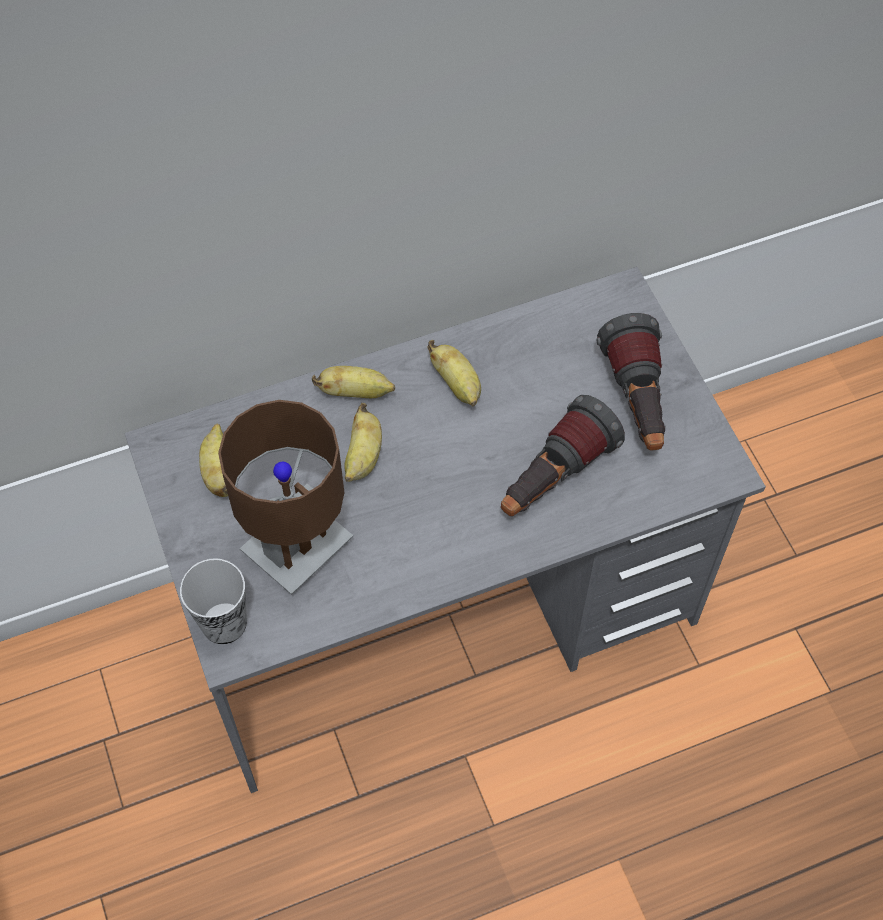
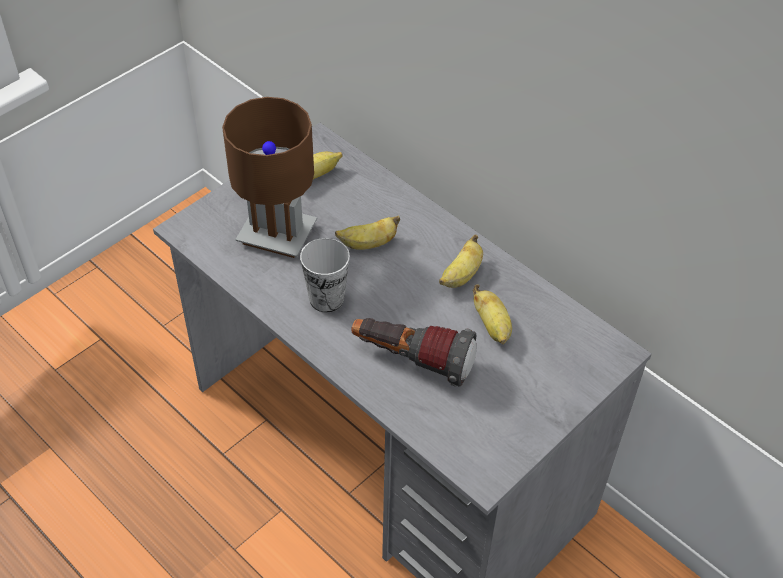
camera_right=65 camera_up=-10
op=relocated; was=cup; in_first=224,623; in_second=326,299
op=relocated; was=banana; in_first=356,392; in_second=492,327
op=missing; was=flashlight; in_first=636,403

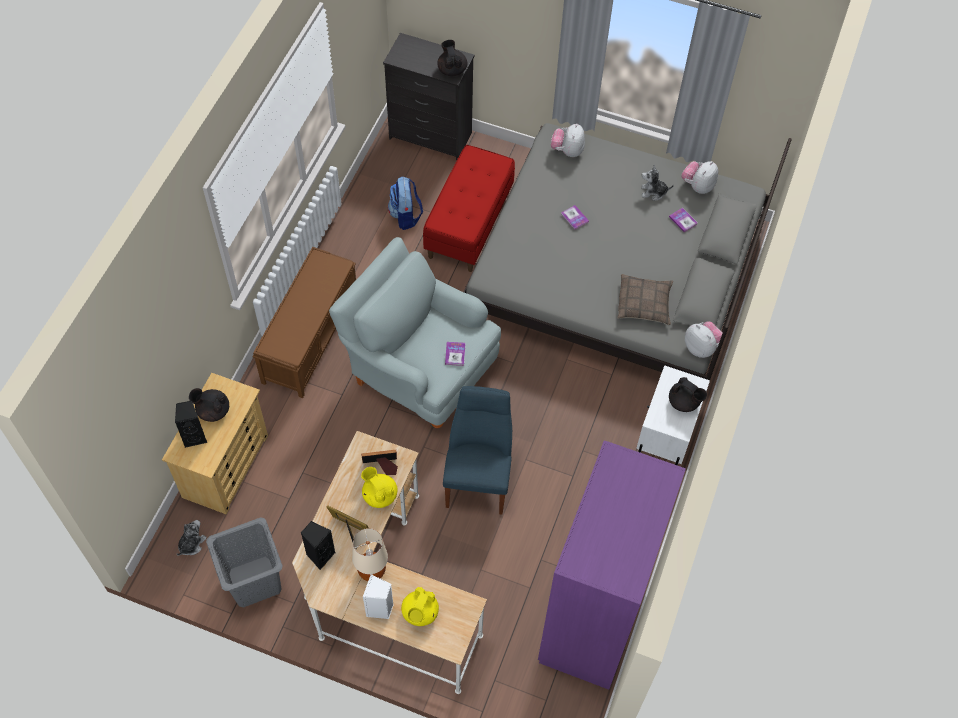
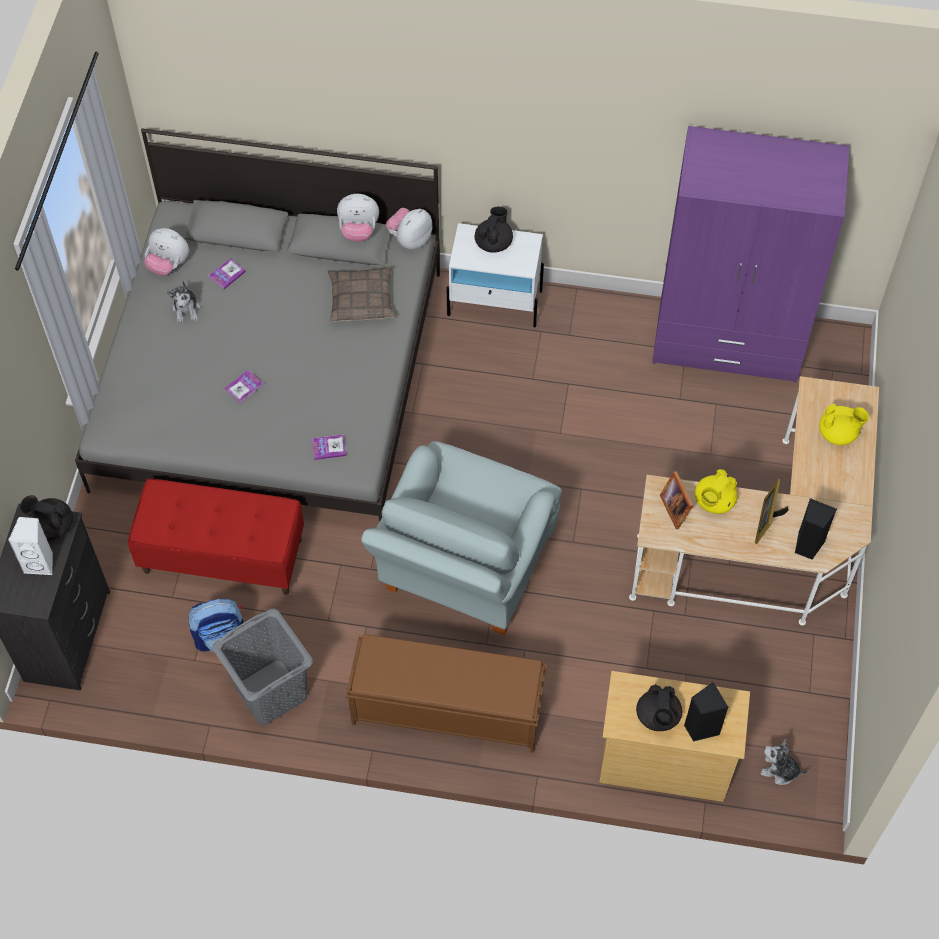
camera_right=-100 camera_up=0
op=relocated; was=white speaker; in_first=380,608; in_second=40,563
op=spun; was=black teapot; in_first=452,69; in_second=52,526; clockwise=45
op=relocated; was=grey laundry basket; in_first=253,581; in_second=271,692
op=relocated; was=book; in_first=455,354; in_second=329,448
op=relocated; was=plush toy; in_first=567,151; in_second=359,231
op=missing; was=beige table lamp; in_first=371,571
op=missing; was=blue chair; in_first=478,477

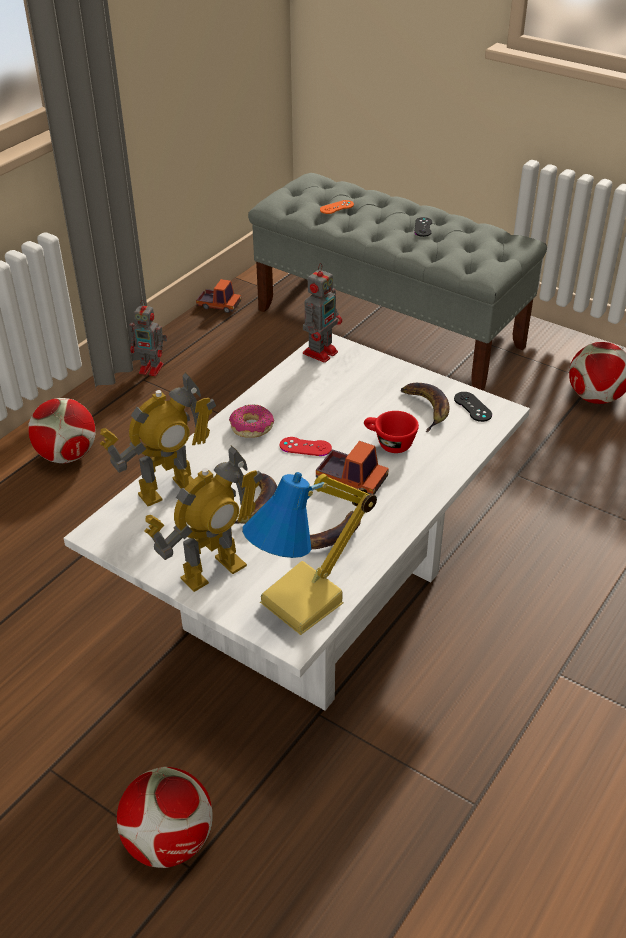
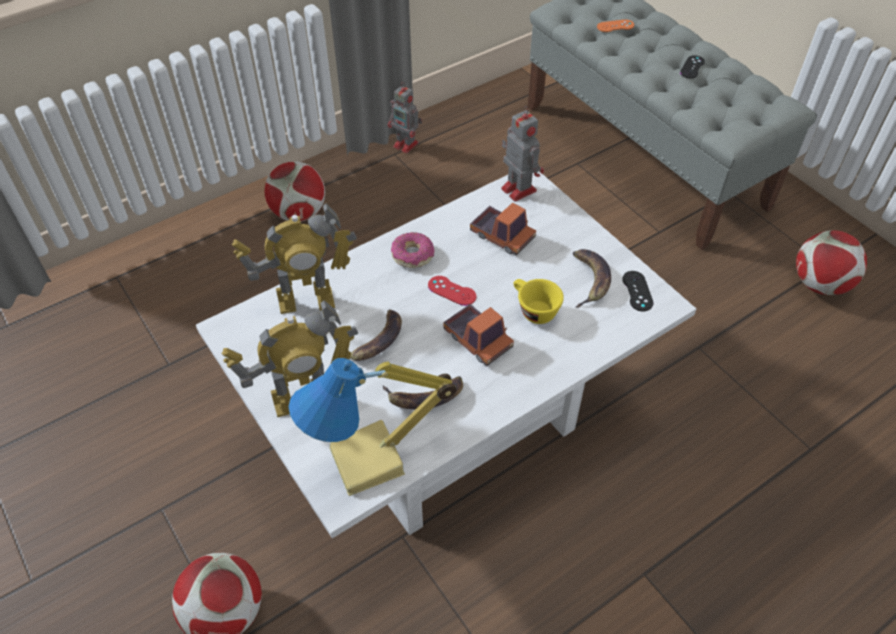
camera_right=20 camera_up=10
op=relocated; was=toy truck; in_first=219,305; in_second=502,236
op=spun; was=toy robot; in_first=321,351; in_second=517,188; clockwise=-90
op=colour; was=red cup; now=yellow cup; in_first=389,443; in_second=533,310

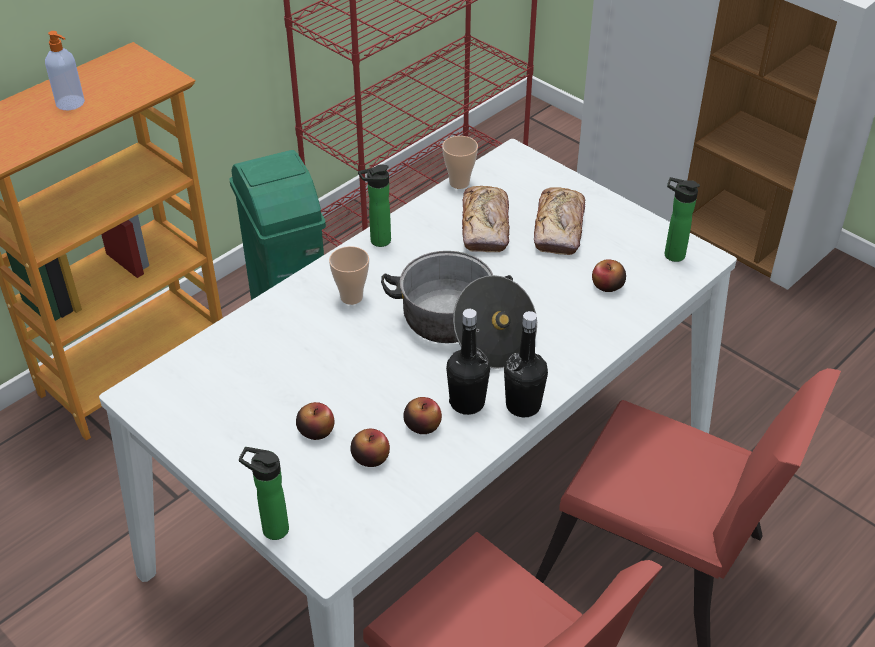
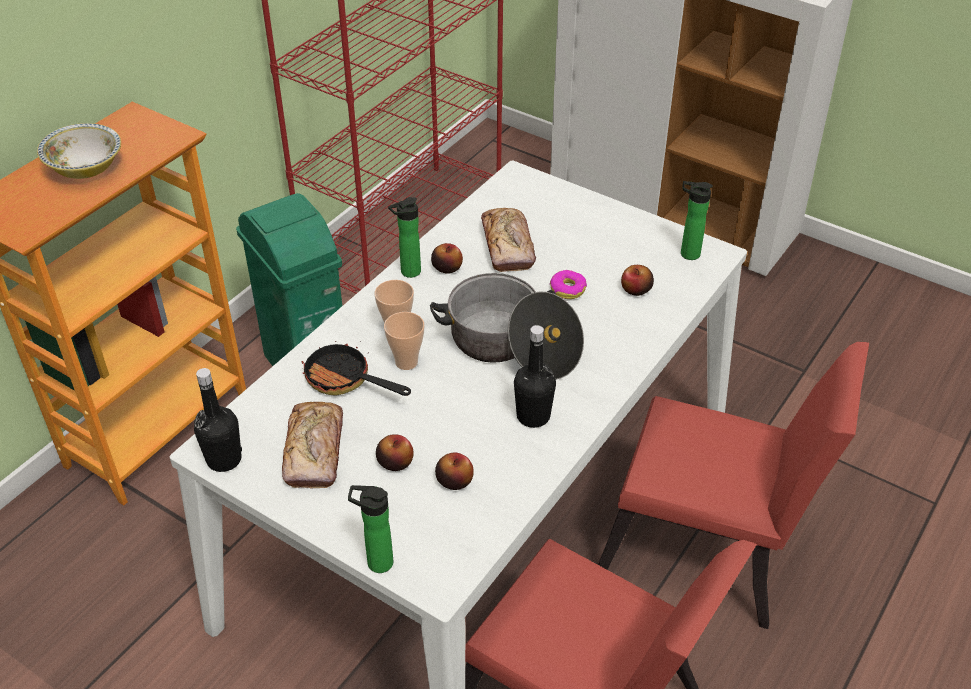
camera_right=-10 camera_up=0
op=exchanged; was=soap dispenser; now=bowl; in_first=71,103; in_second=85,168
op=relocated; was=black bottle; in_first=523,405; in_second=224,459
op=relocated; was=bread; in_first=559,228; in_second=315,452
op=appeared; now=frying pan; in_second=345,380
op=relocated; was=cup; in_first=459,183; in_second=406,362
op=relocated; was=apple; in_first=422,425; in_second=447,267
op=appeared; now=donut; in_second=568,289

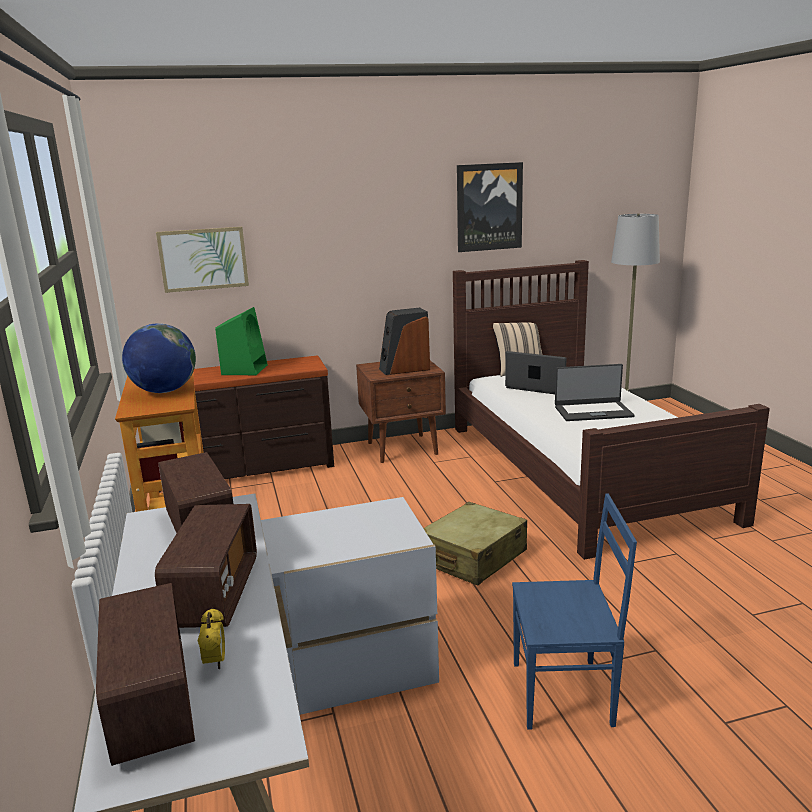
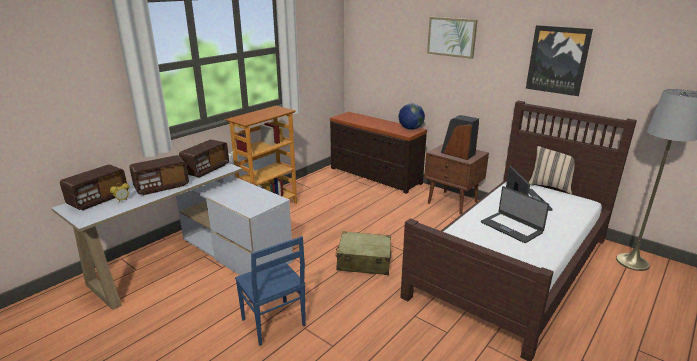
camera_right=55 camera_up=5
op=relocated; was=globe; in_first=164,391; in_second=410,129
op=relocated; was=picture; in_first=203,259; in_second=451,37
op=missing; was=green speaker; in_first=245,369

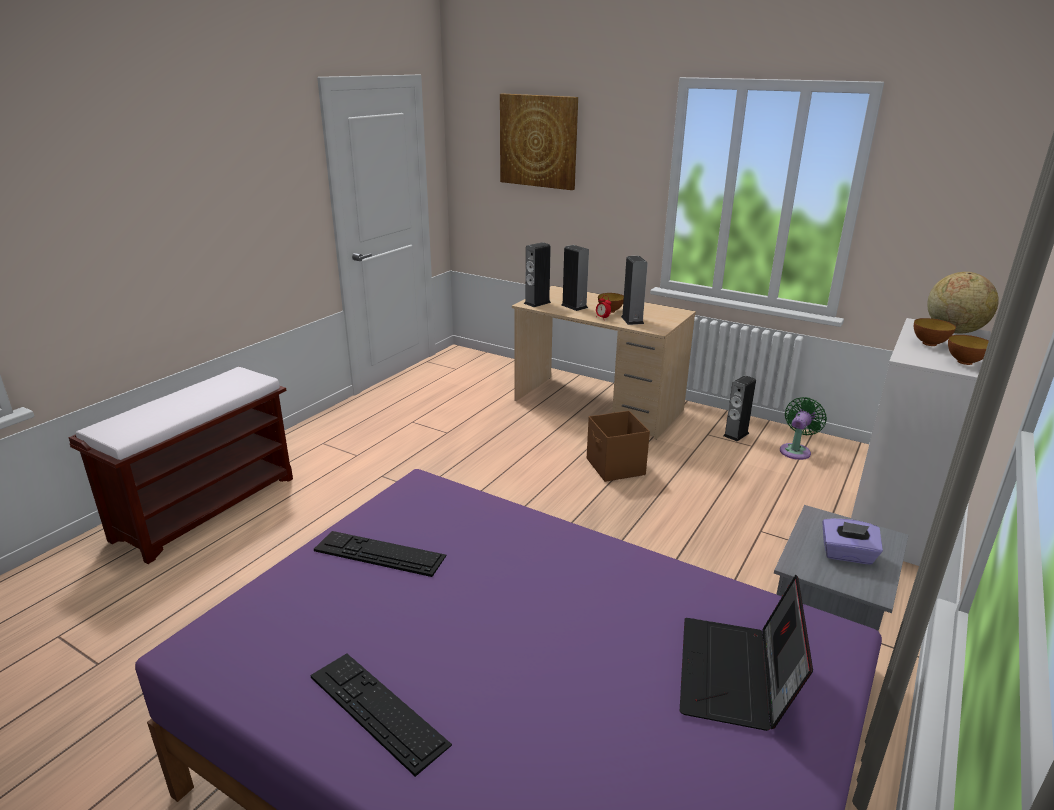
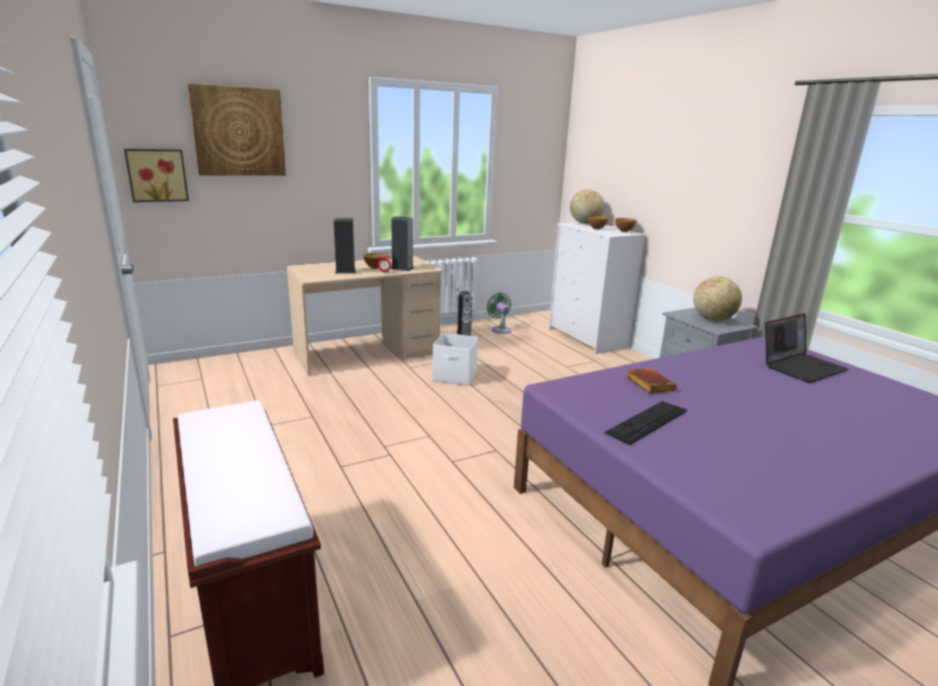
camera_right=-60 camera_up=-5
op=appeared; now=picture; in_second=157,175
op=colour; was=brown storage box; now=white storage box; in_first=615,467; in_second=455,377
op=appeared; now=brown book; in_second=647,384
op=exchanged; was=purple tissue box; now=globe; in_first=847,555; in_second=712,319
op=spun; was=laptop; in_first=737,676; in_second=801,366; clockwise=-75
op=missing; was=keyboard; in_first=377,709
op=missing; was=speaker; in_first=537,303

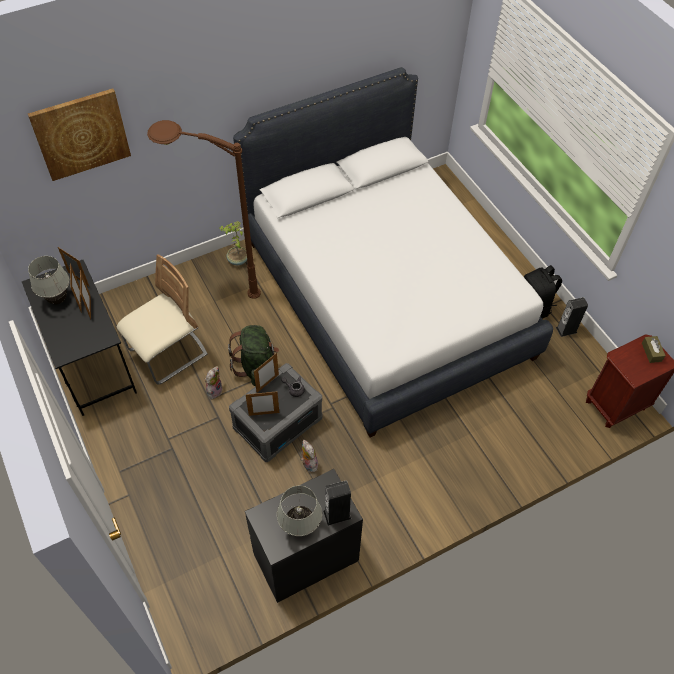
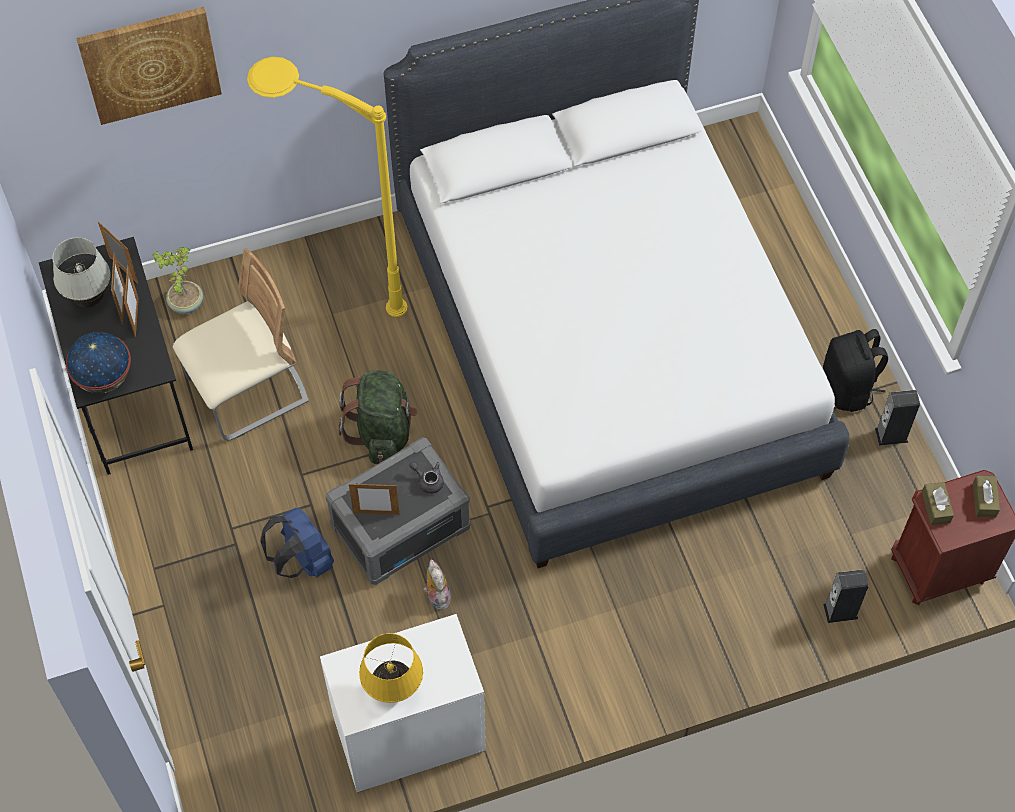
camera_right=10 camera_up=5
op=appeared; now=globe; in_second=103,378
op=relocated; was=potted plant; in_first=237,260; in_second=185,304
op=colour; was=brown floor lamp; now=yellow floor lamp; in_first=213,287; in_second=332,290
op=appeared; now=blue backpack; in_second=302,560
op=colour; was=black dresser; now=white dresser; in_first=305,558; in_second=408,735
op=colour; was=white table lamp; now=yellow table lamp; in_first=300,527; in_second=393,690
op=relocated; was=speaker; in_first=337,514; in_second=840,611
op=appeared; now=brown tissue box; in_second=936,507
op=missing; was=plush toy; in_first=214,390
op=missing; was=picture frame; in_first=267,383

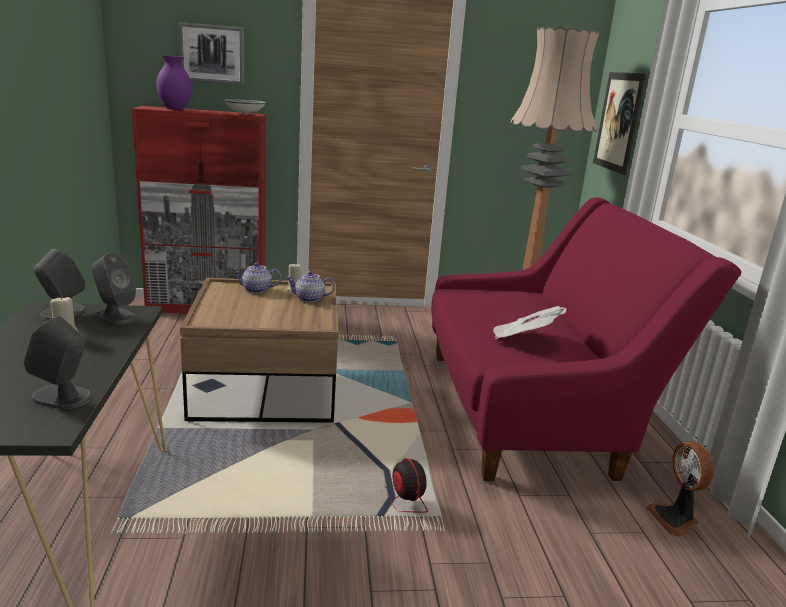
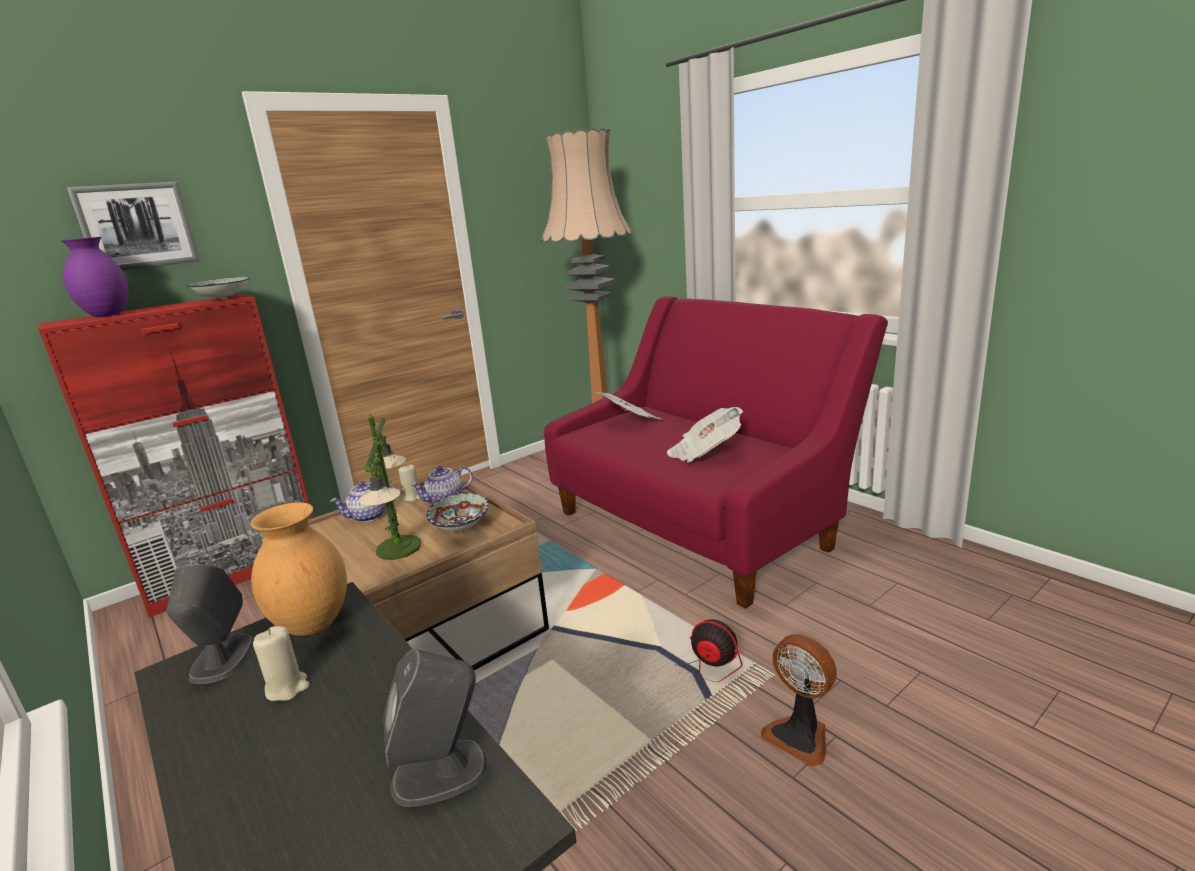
camera_right=-30 camera_up=0
op=exchanged; was=grey speaker; now=brown vase; in_first=115,316; in_second=312,625
op=appeared; now=table lamp; in_second=399,547
op=appeared; now=bowl; in_second=460,527
op=appeared; now=newspaper; in_second=630,422
op=relocated; was=fan; in_first=675,519; in_second=800,735
op=missing; was=picture; in_first=618,122

